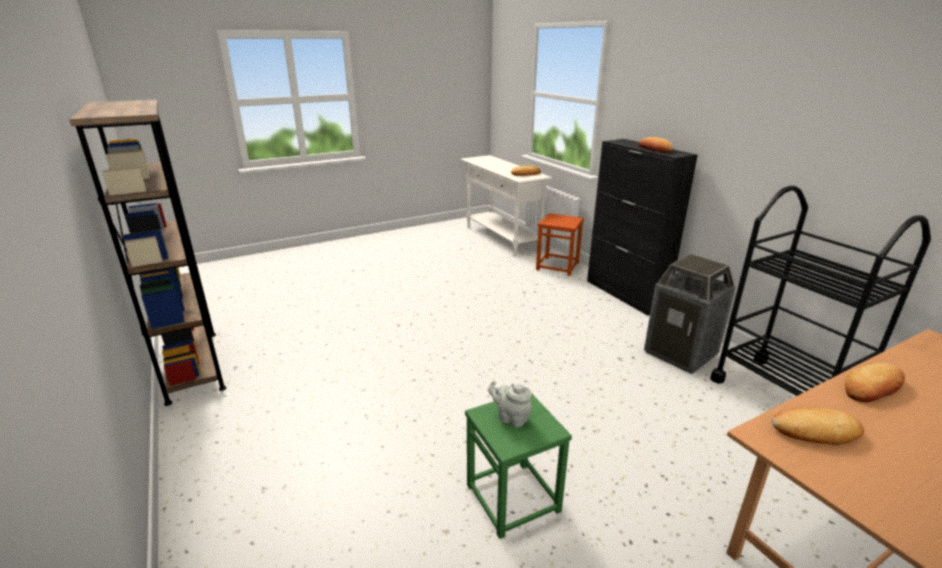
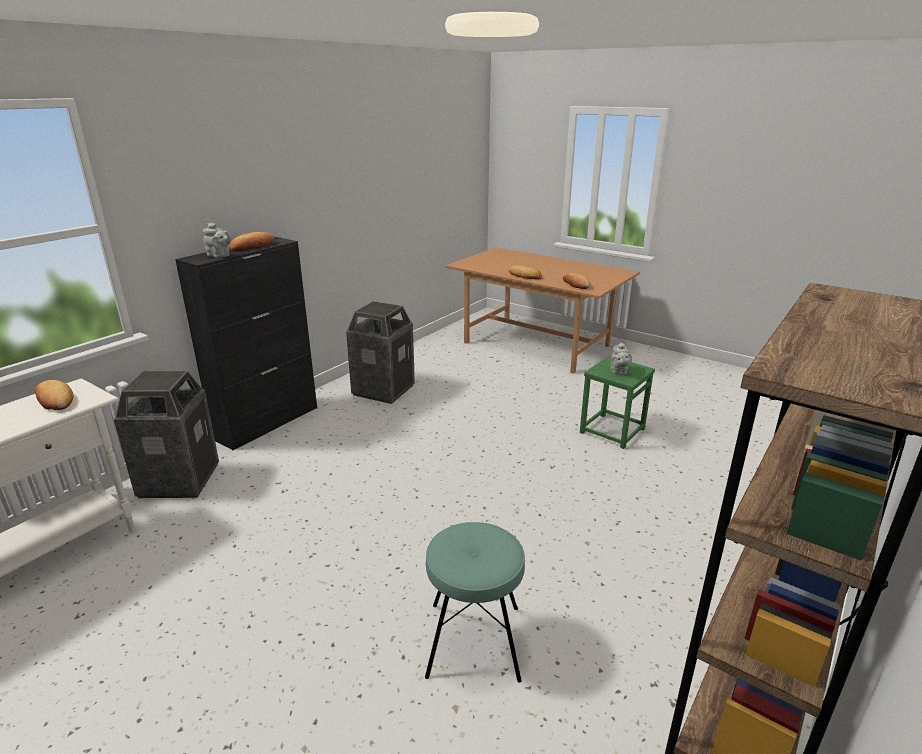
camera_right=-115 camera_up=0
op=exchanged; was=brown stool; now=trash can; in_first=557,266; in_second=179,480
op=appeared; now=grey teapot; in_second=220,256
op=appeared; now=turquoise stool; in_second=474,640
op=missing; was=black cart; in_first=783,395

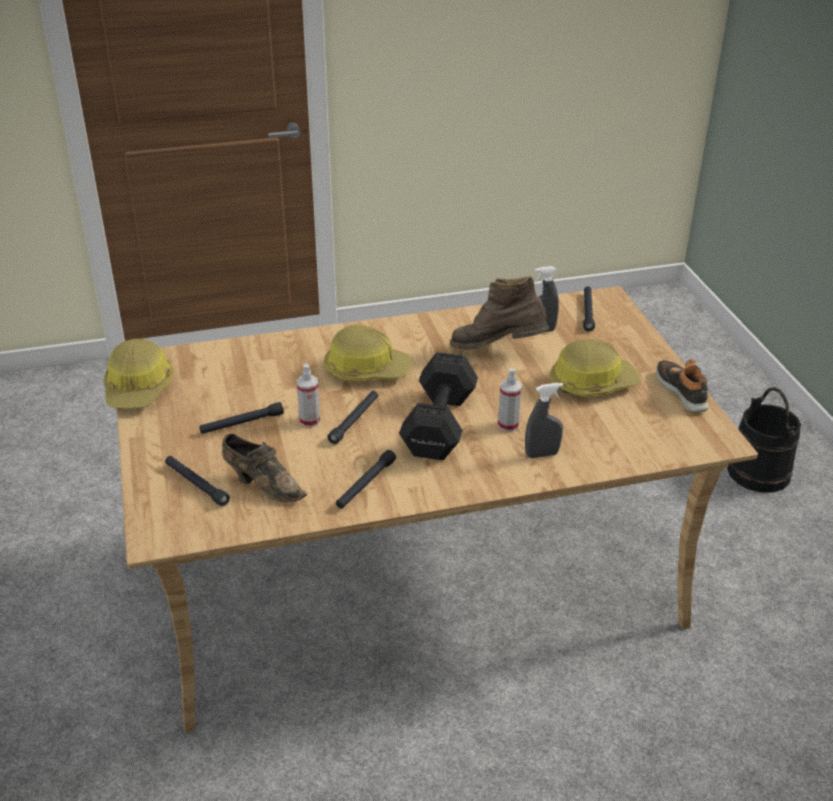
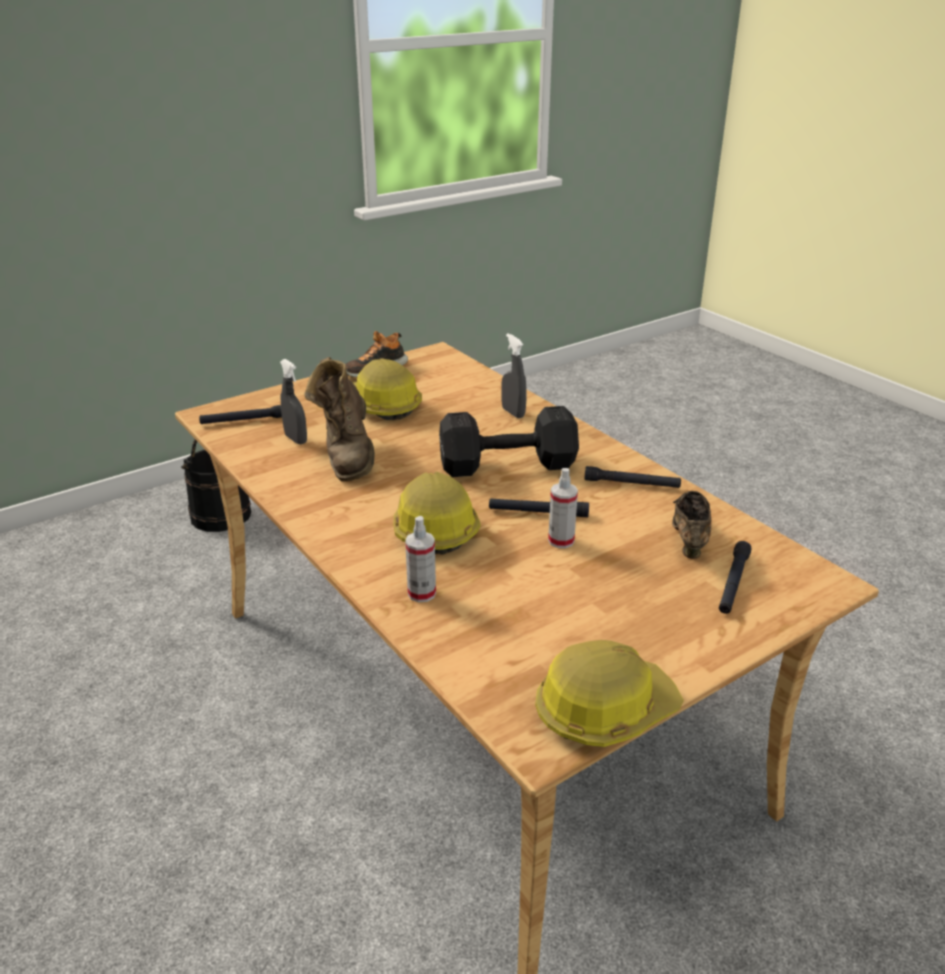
camera_right=-110 camera_up=-5
op=relocated; was=spray bottle; in_first=508,425; in_second=421,593
op=missing; was=black flashlight; in_first=242,423

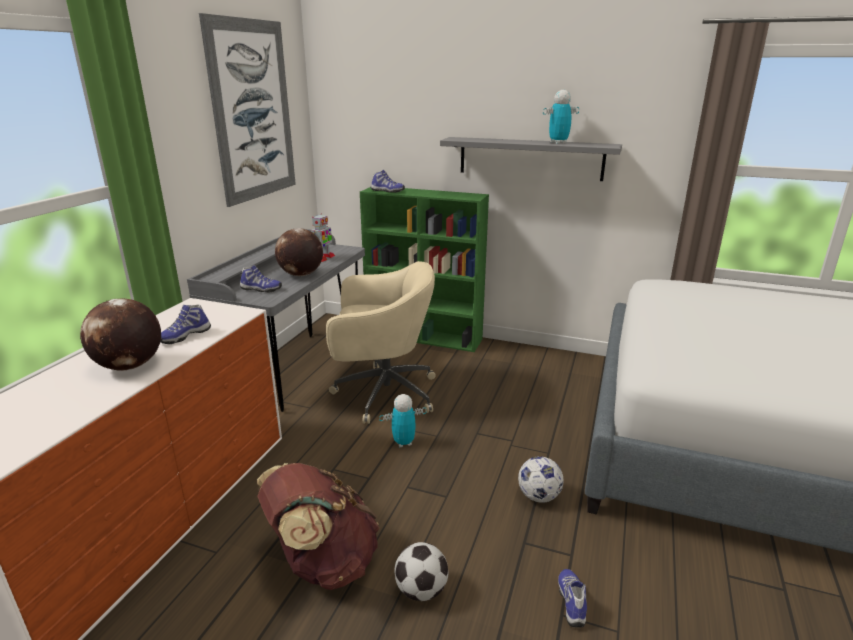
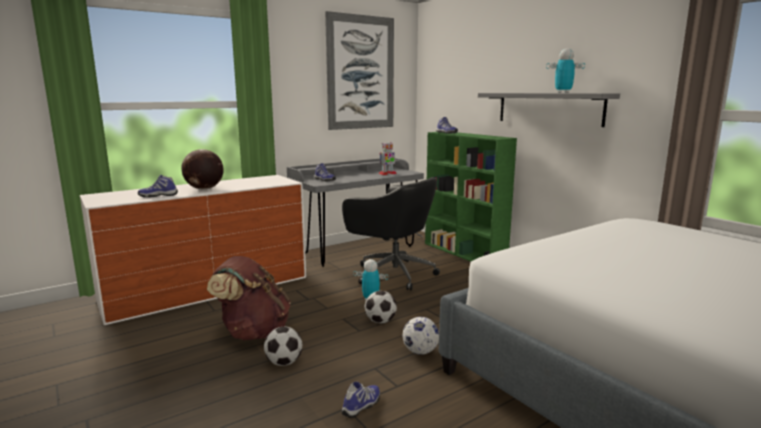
camera_right=35 camera_up=-10
op=relocated; was=shoe; in_first=184,336; in_second=158,196
op=colour; was=beige office chair; now=black office chair; in_first=382,393; in_second=392,273
op=appeared; now=football; in_second=380,321
op=missing; was=globe; in_first=301,275

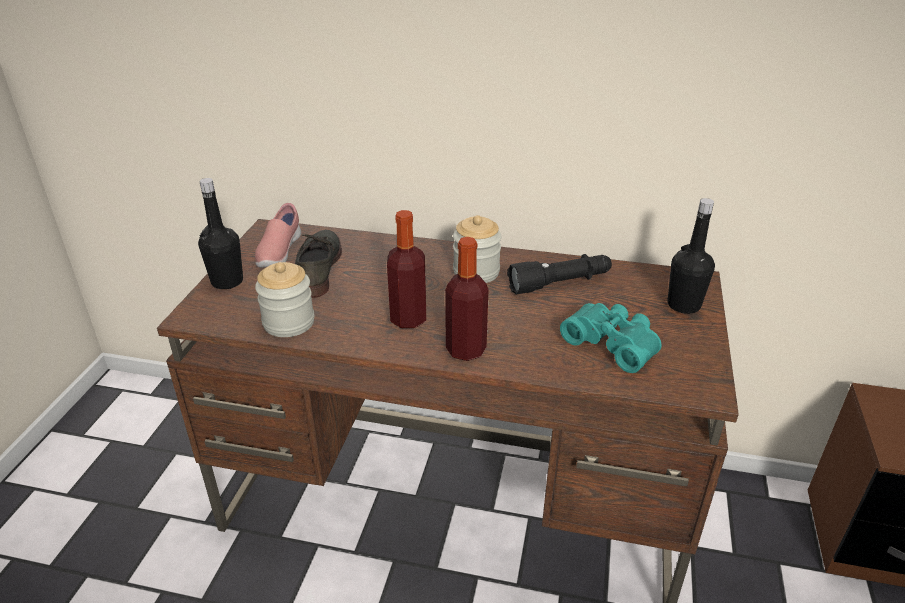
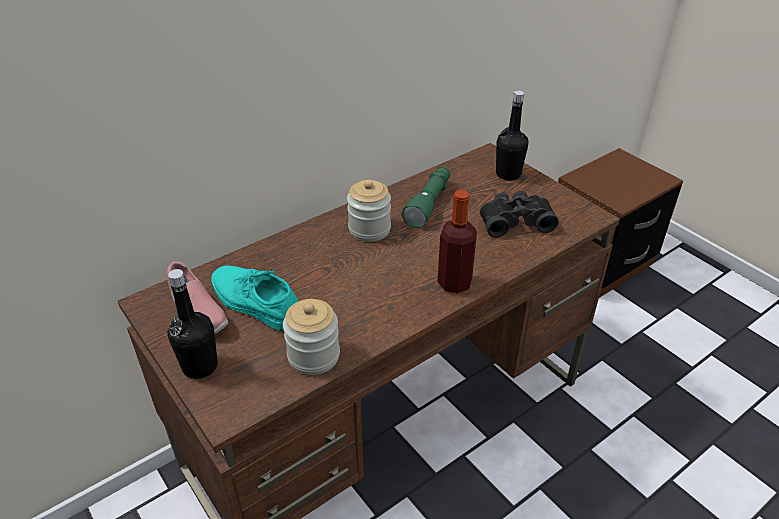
camera_right=-50 camera_up=5
op=colour; was=grey shoe; now=turquoise shoe; in_first=318,267; in_second=254,302
op=colour; was=black flashlight; now=green flashlight; in_first=560,283; in_second=429,203
op=colour; was=turquoise binoculars; now=black binoculars; in_first=613,343; in_second=515,221
op=missing; was=bottle; in_first=408,319

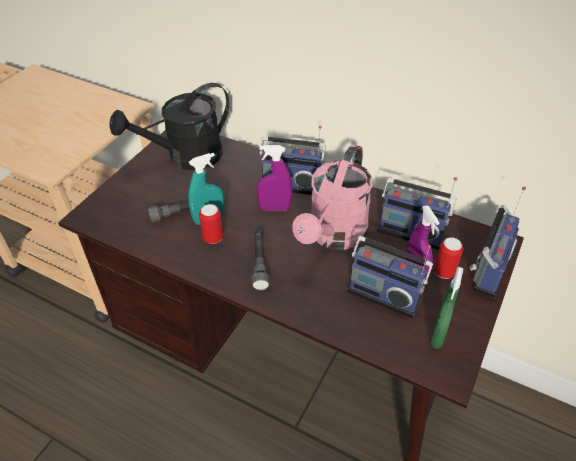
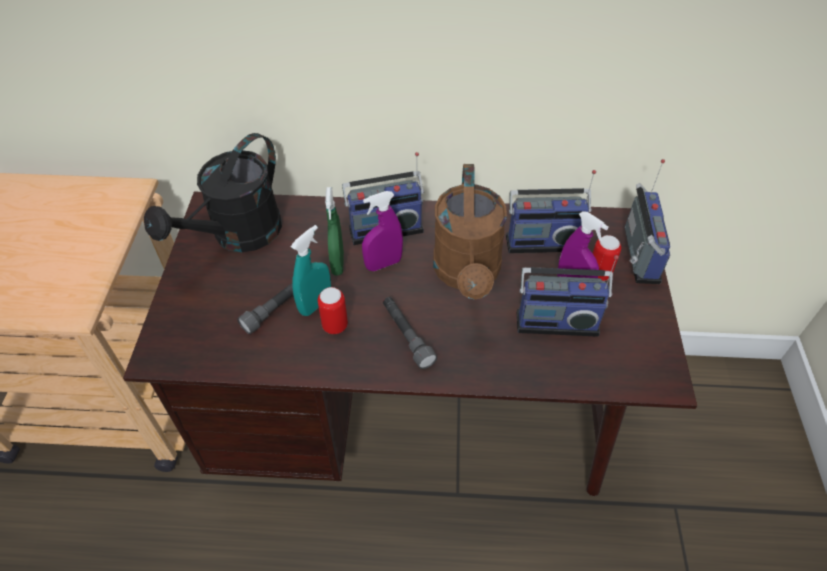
camera_right=-25 camera_up=5
op=relocated; was=green spray bottle; in_first=438,335; in_second=337,263
op=colour; was=pink watering can; now=brown watering can; in_first=334,236; in_second=467,275

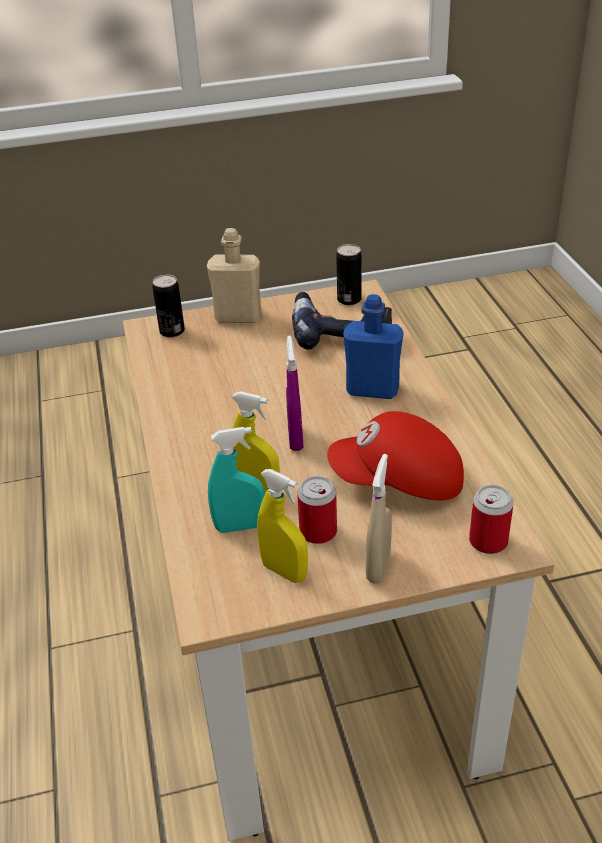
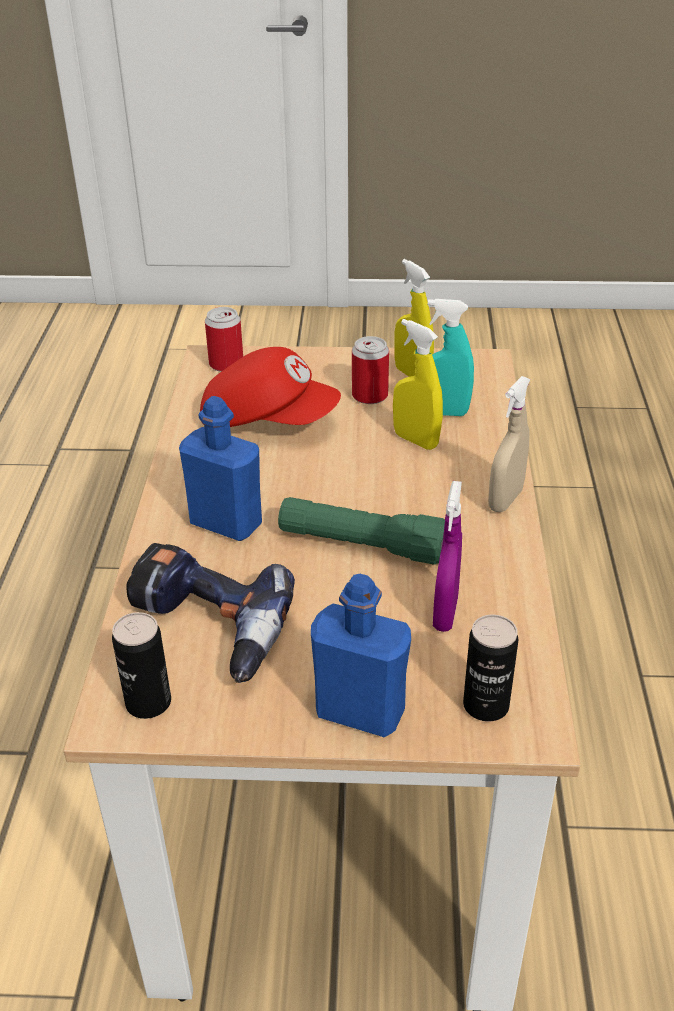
camera_right=-165 camera_up=0
op=appeared; now=green flashlight; in_second=362,545
op=colour; was=beige bottle; now=blue bottle; in_first=238,317; in_second=360,711
op=relocated; was=purple spray bottle; in_first=295,439; in_second=445,613
op=relocated; was=beige spray bottle; in_first=378,566; in_second=505,500

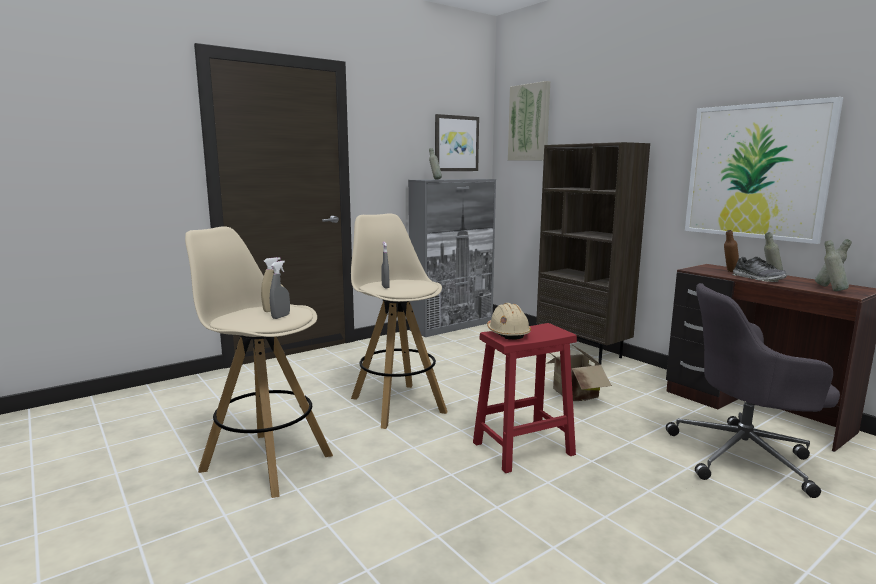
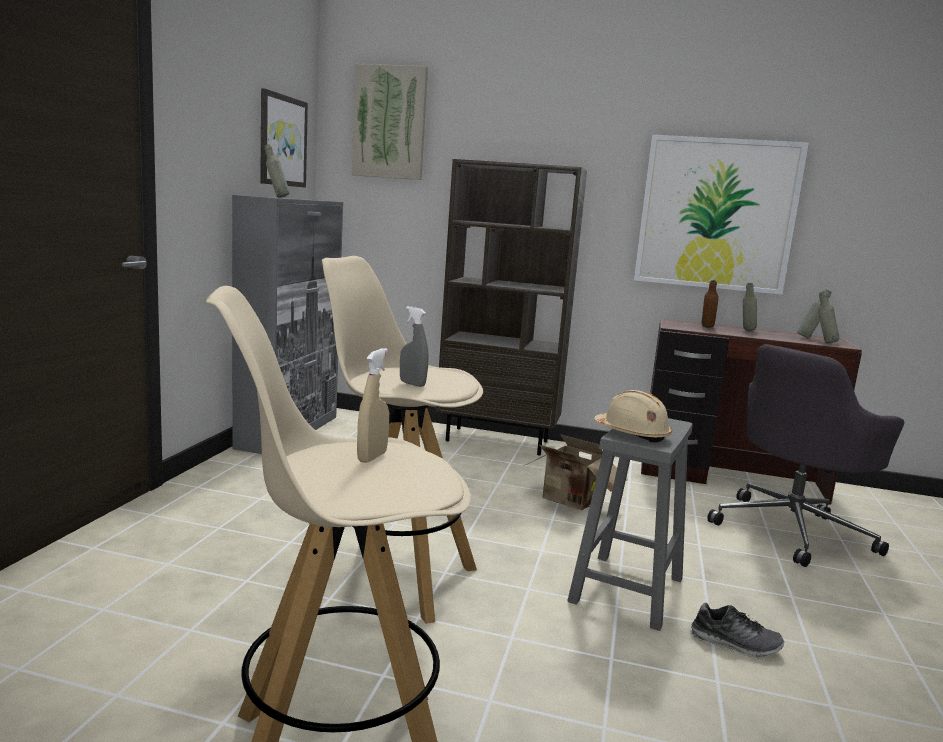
camera_right=-40 camera_up=0
op=colour; was=red stool; now=grey stool; in_first=524,448; in_second=627,588
op=relocated; was=shoe; in_first=758,279; in_second=734,644
op=missing; was=grey spray bottle; in_first=280,316

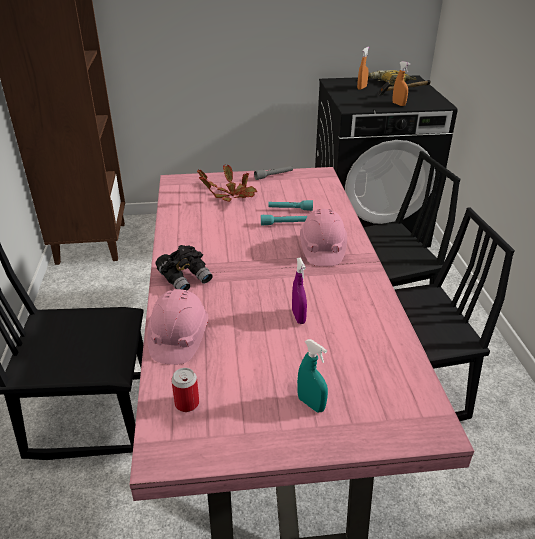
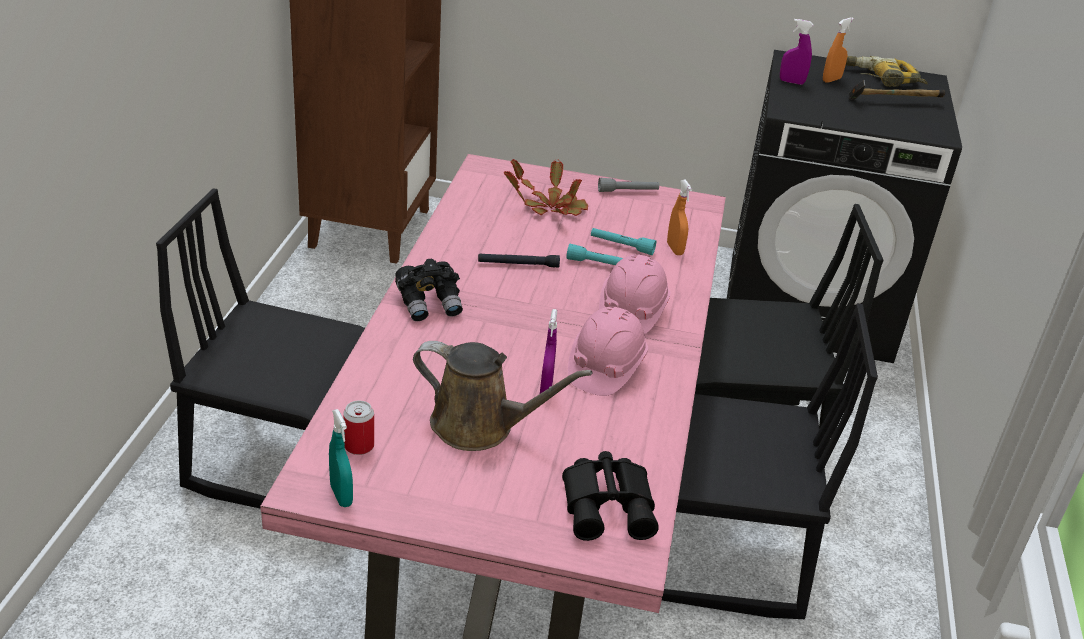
camera_right=15 camera_up=0
op=relocated; was=turquoise spray bottle; in_first=311,404; in_second=341,495
op=appeared; now=brown watering can; in_second=480,426
op=appeared; now=black flashlight; in_second=518,264
op=appeared; now=black binoculars; in_second=609,505
op=relocated; was=pink hard hat; in_first=178,338; in_second=605,368
op=relocated; was=orange spray bottle; in_first=398,104; in_second=675,249
op=appeared; now=purple spray bottle; in_second=791,82

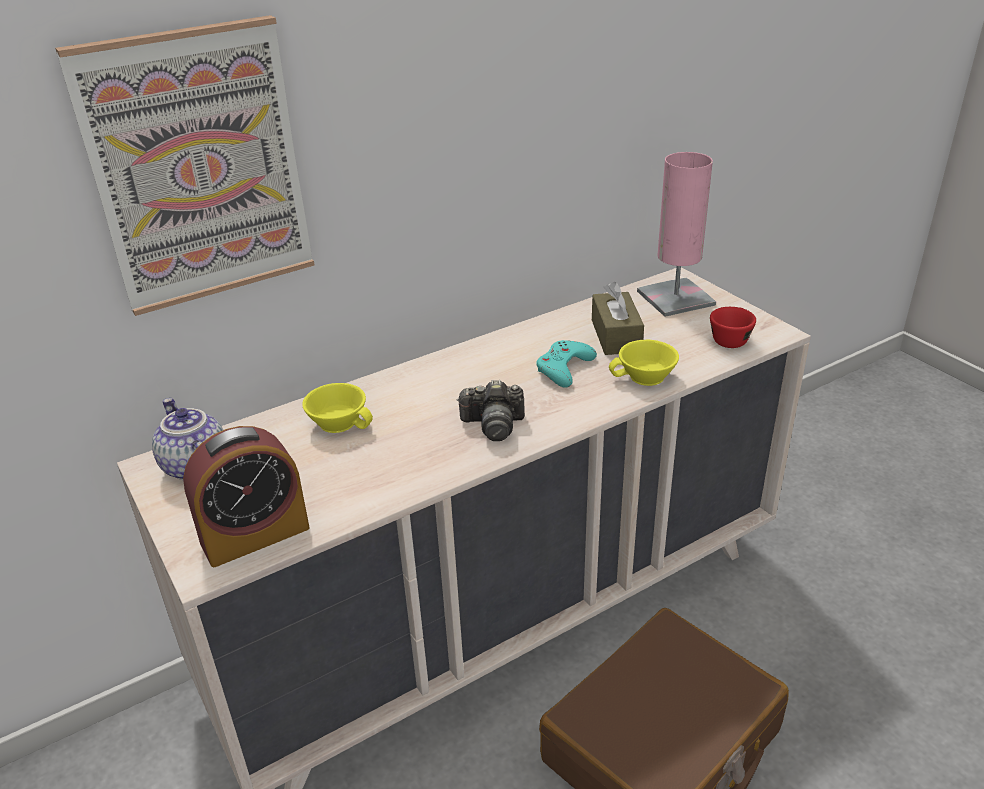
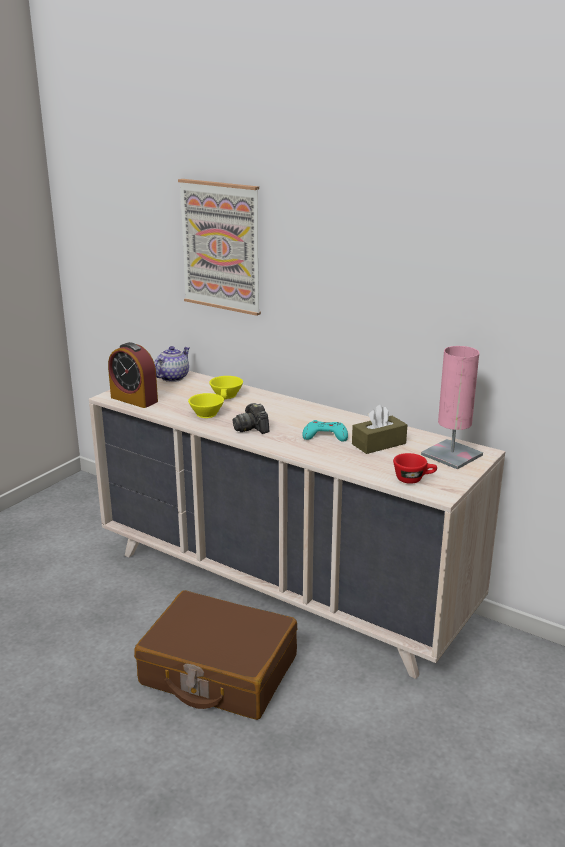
camera_right=65 camera_up=-10
op=relocated; was=yellow cup; in_first=645,377; in_second=204,413

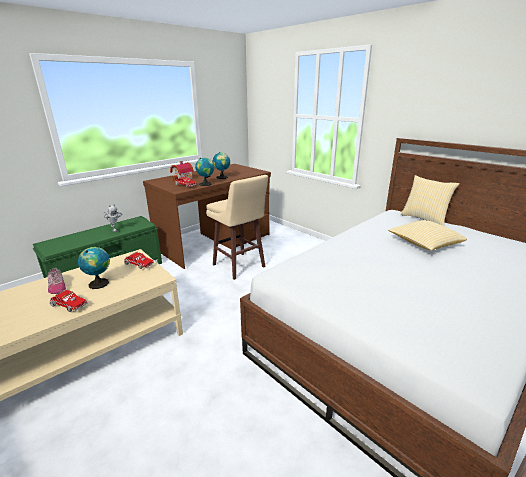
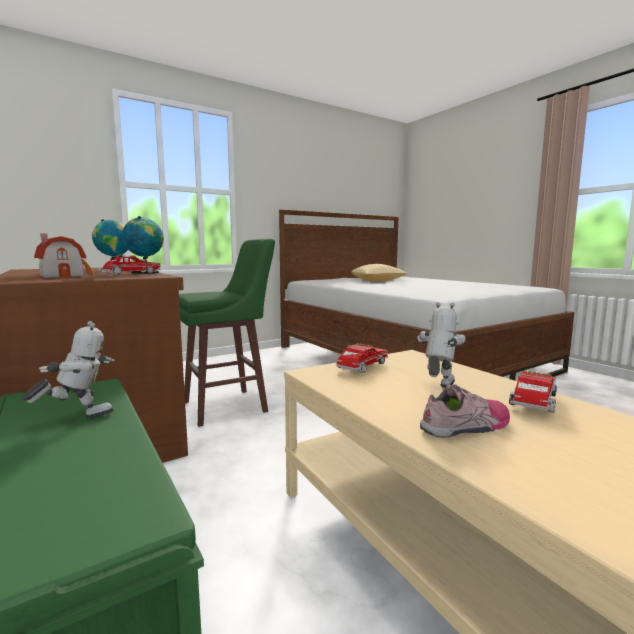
camera_right=-80 camera_up=-15
op=colour; was=beige stool; now=green stool; in_first=239,266; in_second=228,406
op=exchanged; was=globe; now=toy robot; in_first=99,283; in_second=438,389
op=missing; was=pillow; in_first=424,218

